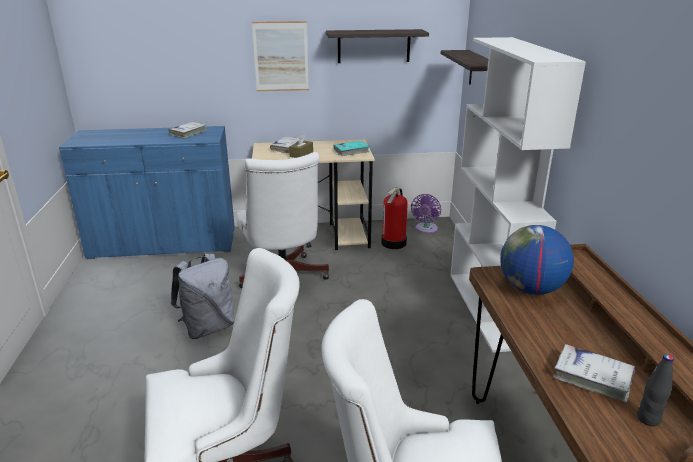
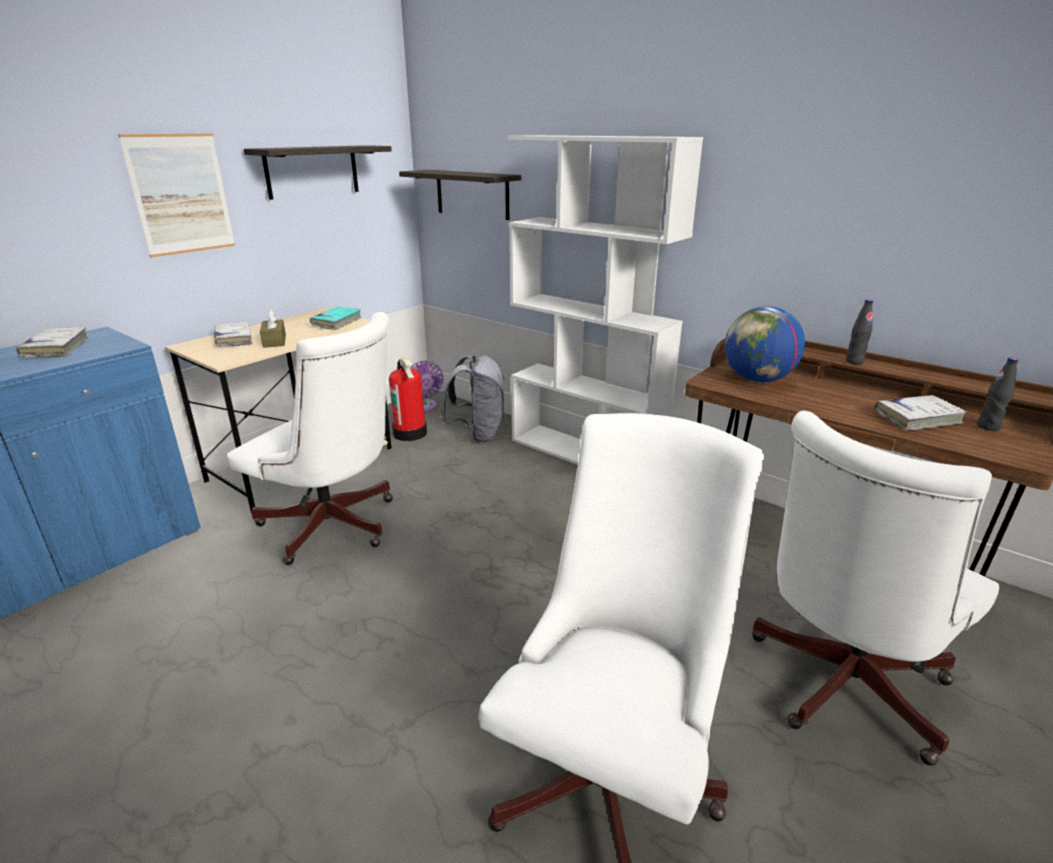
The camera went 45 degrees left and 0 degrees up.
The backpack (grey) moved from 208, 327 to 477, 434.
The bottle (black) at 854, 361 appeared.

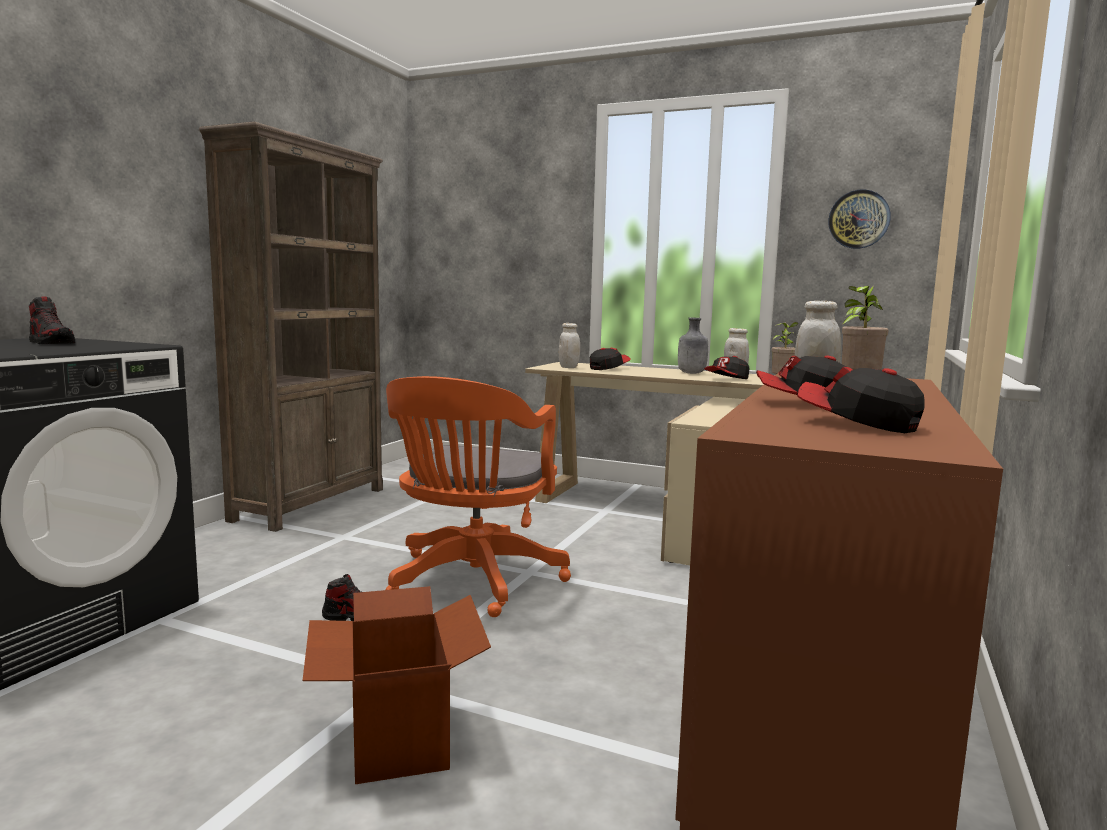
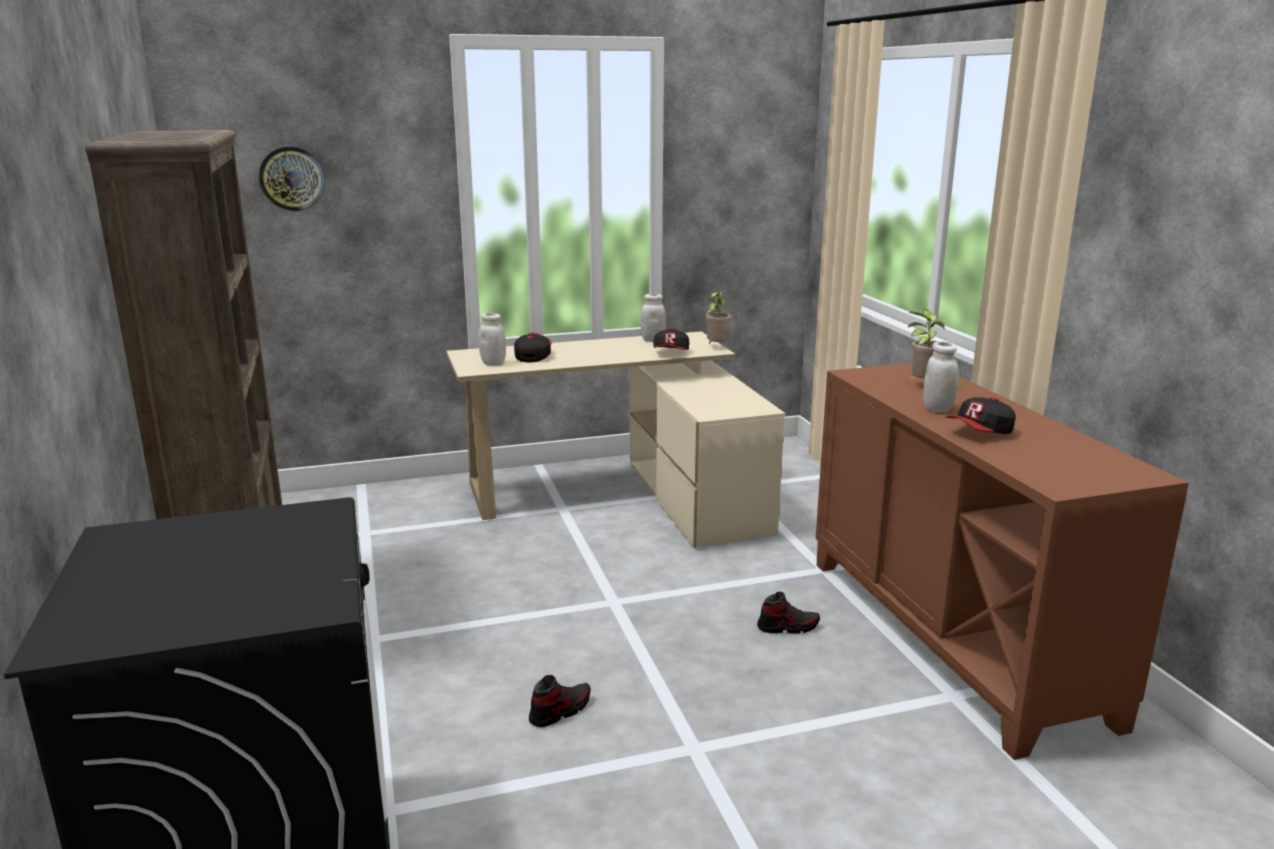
The camera went 40 degrees left and 10 degrees up.
The shoe moved from 51, 343 to 788, 627.
The cardboard box at 396, 739 disappeared.
The office chair (orange) at 472, 582 disappeared.
The bottle (grey) at 691, 373 disappeared.
The cap at 857, 424 disappeared.
The wall clock moved from 859, 219 to 292, 178.

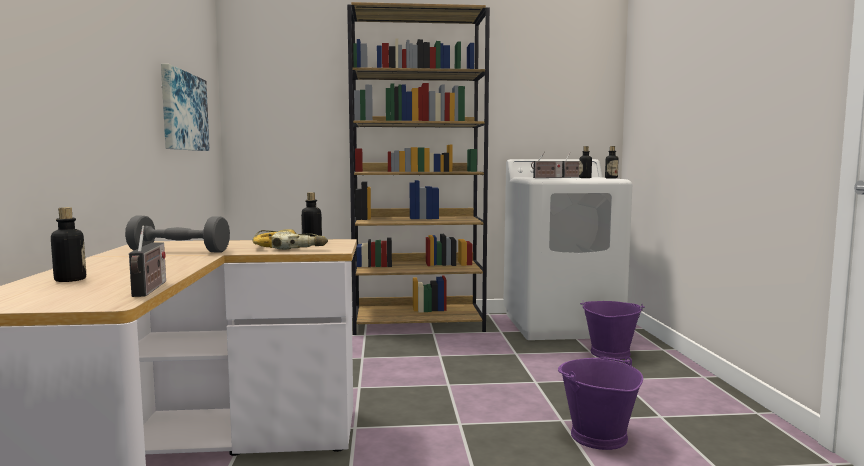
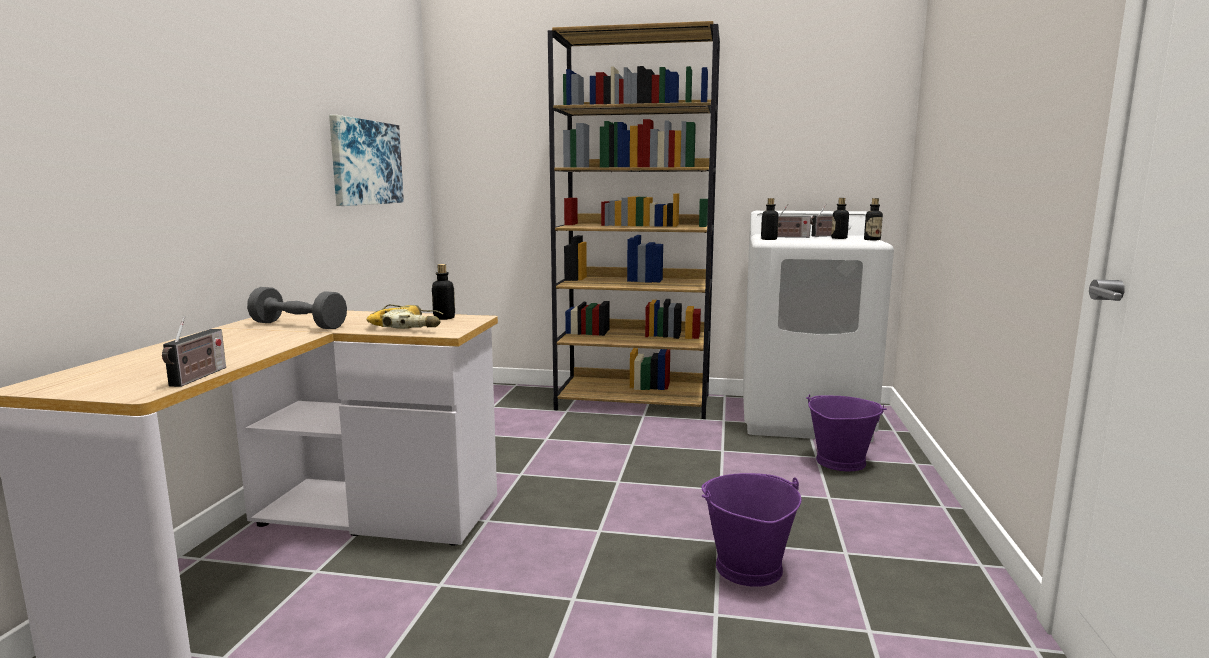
The camera went 15 degrees right and 5 degrees up.
The bottle moved from 70, 279 to 769, 239.

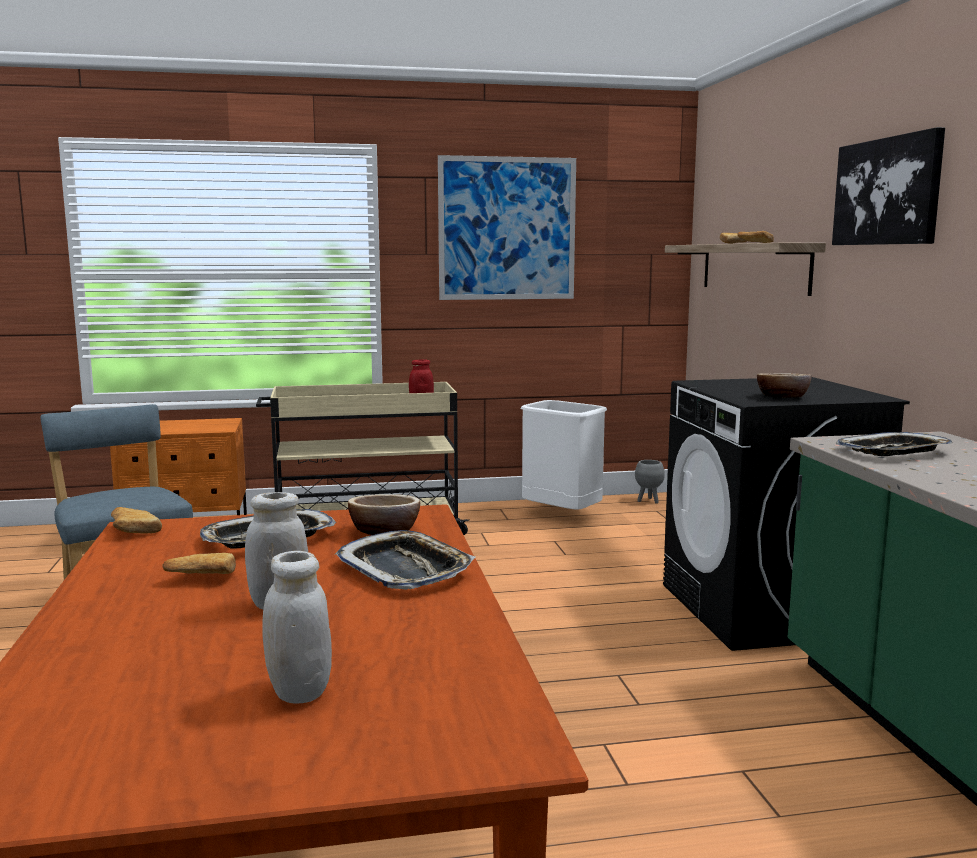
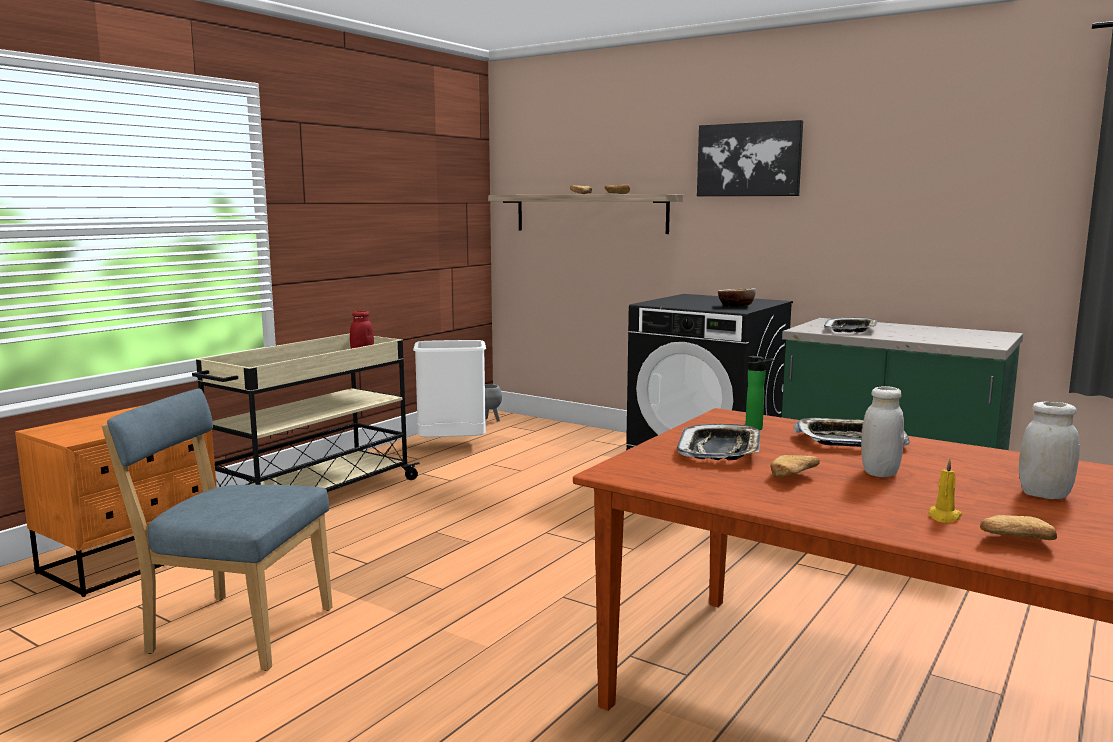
The camera went 45 degrees left and 0 degrees up.
The bread moved from 132, 530 to 1012, 541.
The bowl at 384, 531 was replaced by the bottle at 757, 428.
The picture at 507, 229 disappeared.
The candle (yellow) at 944, 516 appeared.

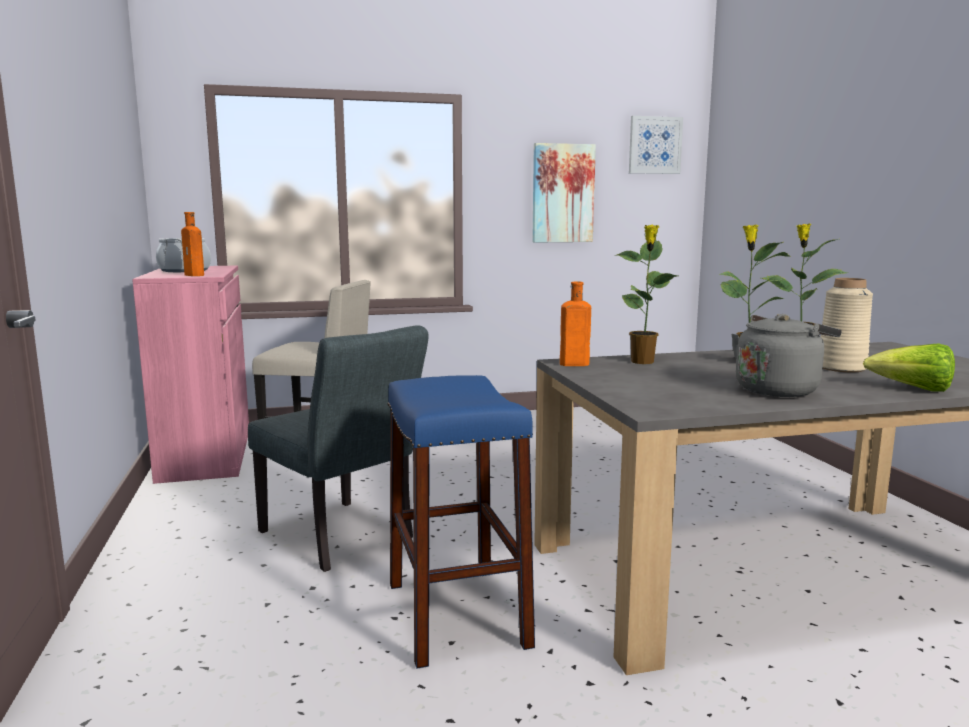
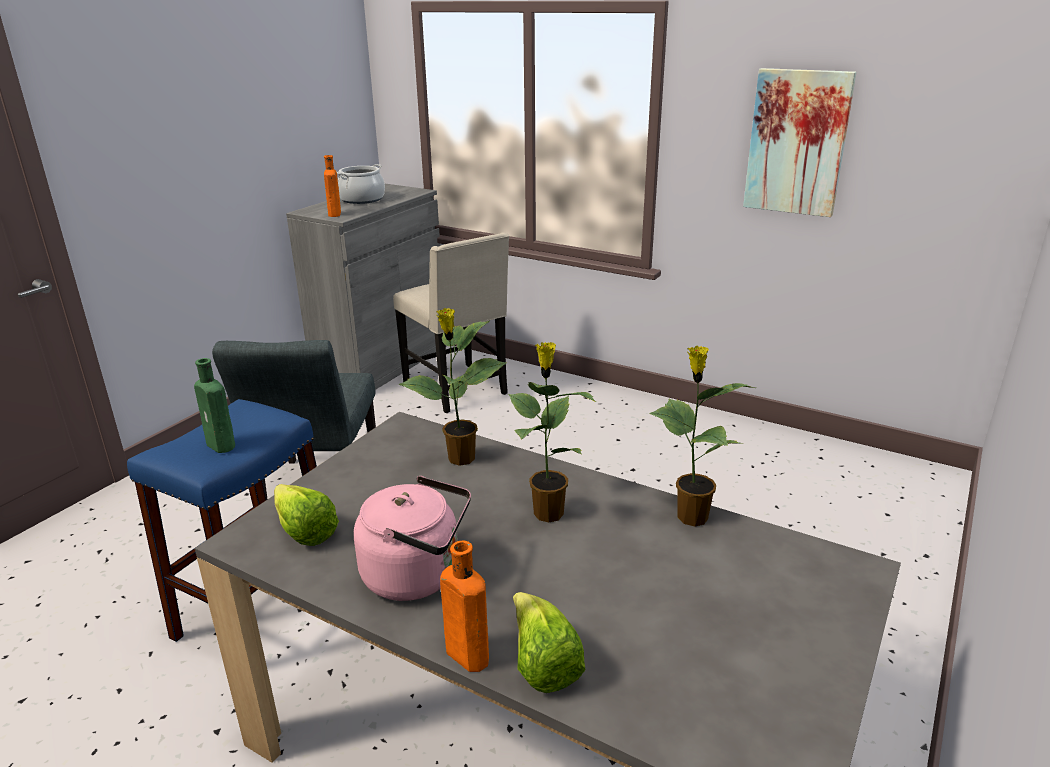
The camera went 45 degrees right and 15 degrees up.
The cabinet (pink) at 206, 454 became the cabinet (grey) at 381, 363.
The bottle (orange) moved from 572, 364 to 465, 654.
The picture at 654, 145 disappeared.
The kettle (grey) at 779, 390 became the kettle (pink) at 418, 575.
The vase (beige) at 841, 367 disappeared.
The bottle (green) at 222, 446 appeared.
The lettuce at 303, 528 appeared.

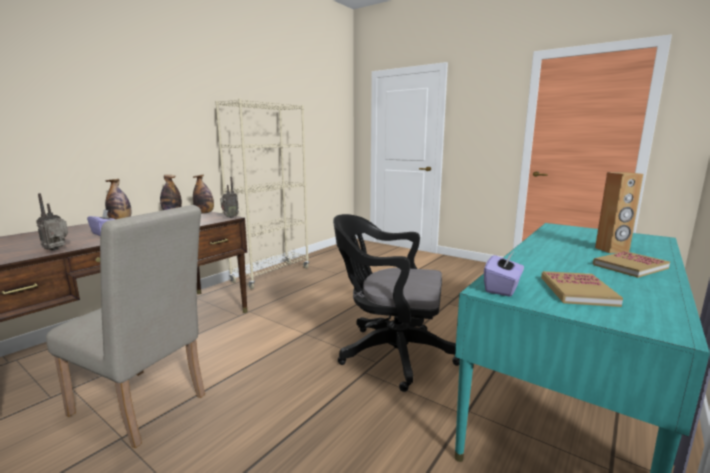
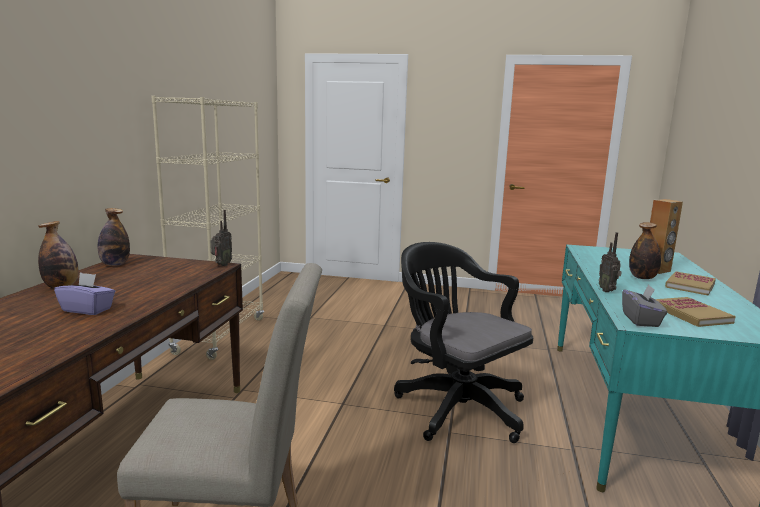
The camera went 25 degrees left and 0 degrees up.
The radio moved from 58, 249 to 607, 291.
The bottle moved from 204, 213 to 642, 277.
The office chair (black) at 390, 353 turned 60 degrees clockwise.
The tissue box (purple) at 502, 288 became the tissue box (grey) at 641, 320.

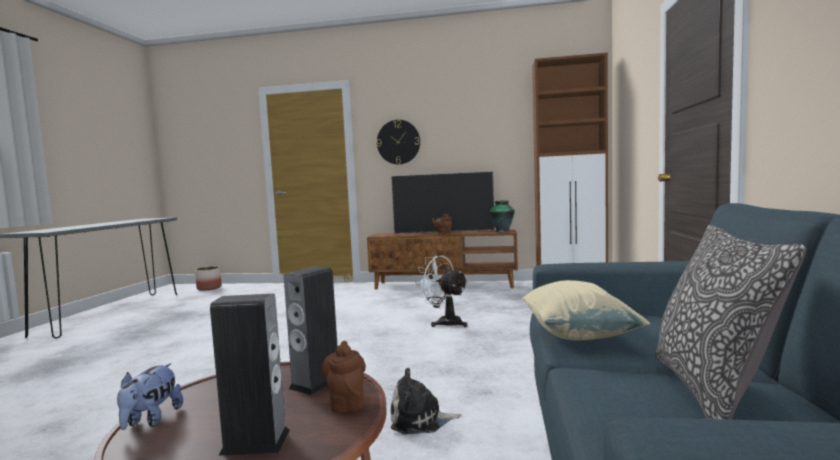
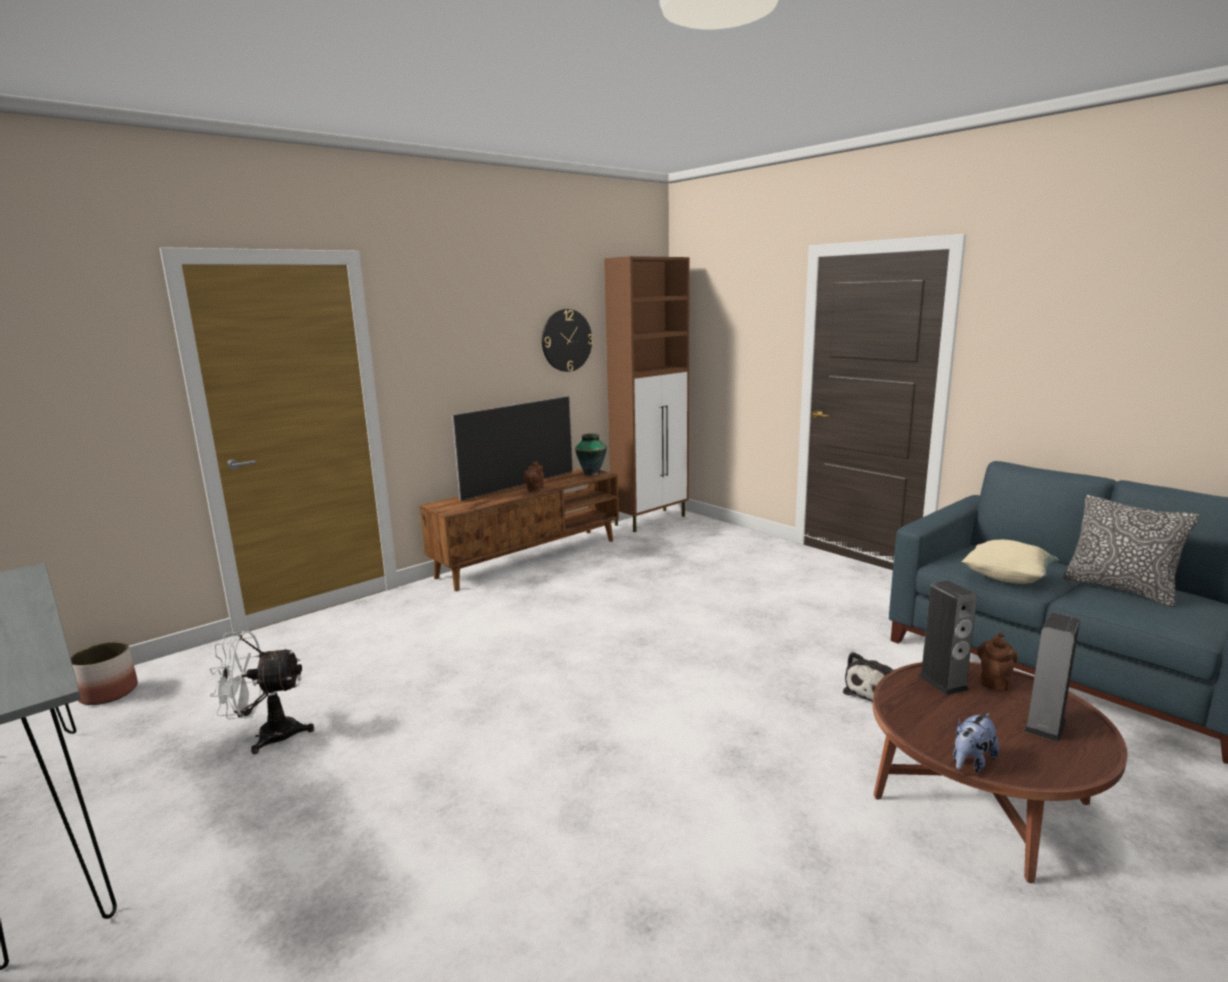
The camera went 50 degrees left and 10 degrees up.
The plush toy at 151, 420 turned 90 degrees clockwise.
The teapot (brown) at 346, 402 turned 90 degrees clockwise.
The wall clock moved from 398, 142 to 566, 340.
The fan (white) moved from 444, 322 to 267, 735.

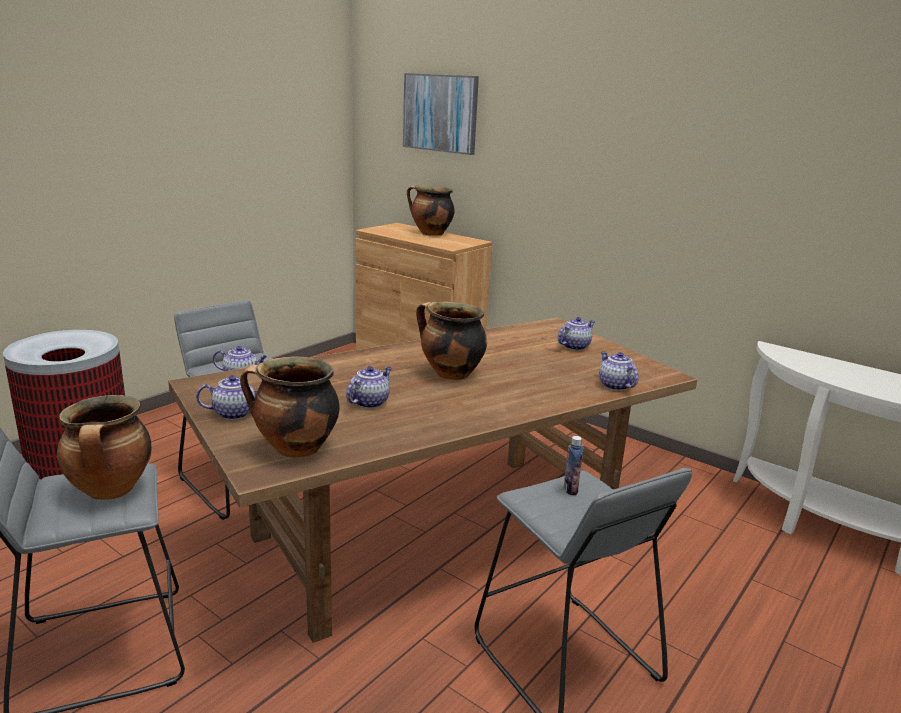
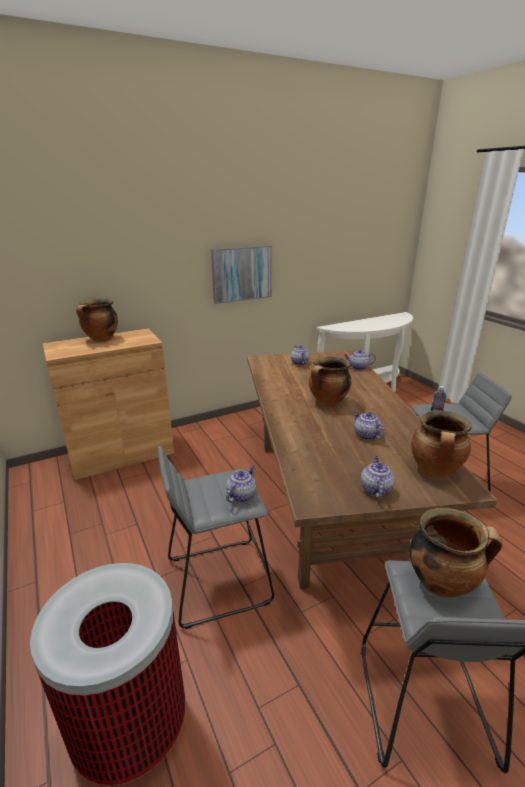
The camera went 65 degrees left and 5 degrees up.
The picture moved from 440, 113 to 241, 274.

